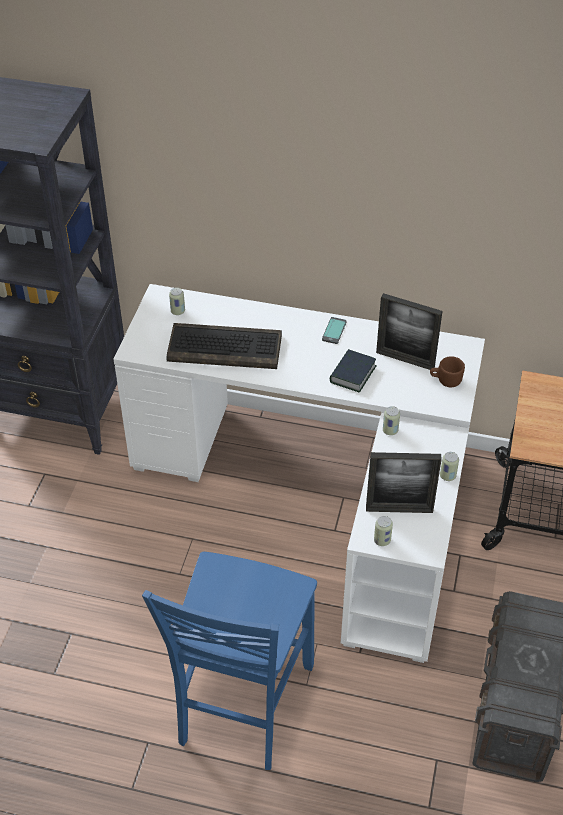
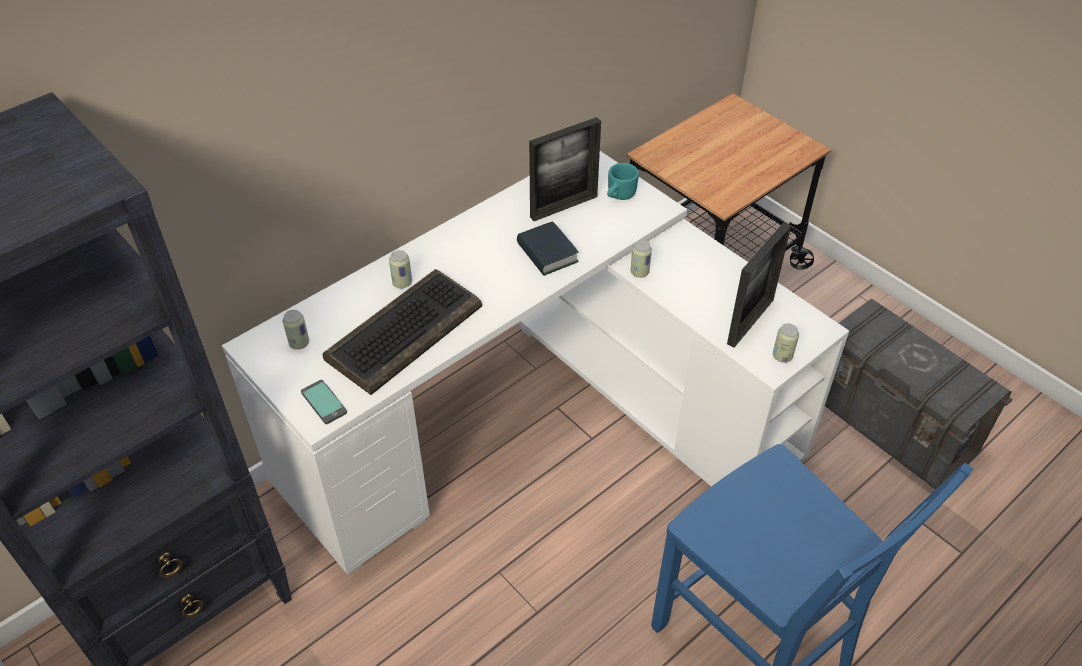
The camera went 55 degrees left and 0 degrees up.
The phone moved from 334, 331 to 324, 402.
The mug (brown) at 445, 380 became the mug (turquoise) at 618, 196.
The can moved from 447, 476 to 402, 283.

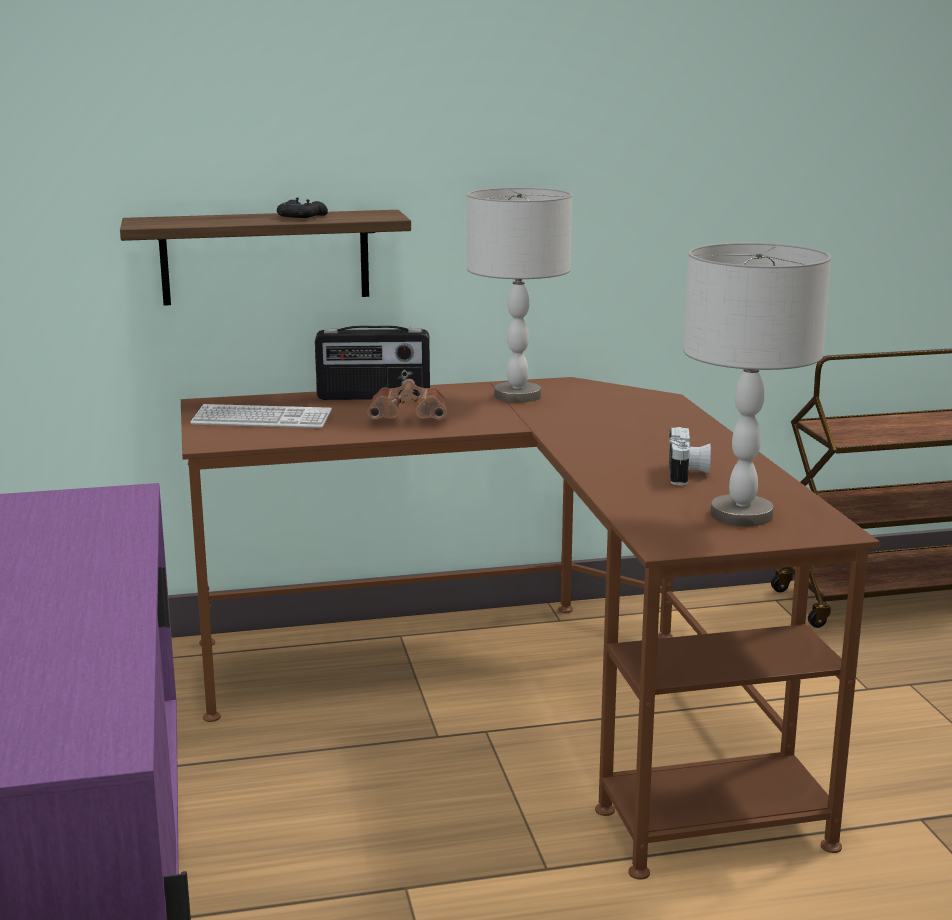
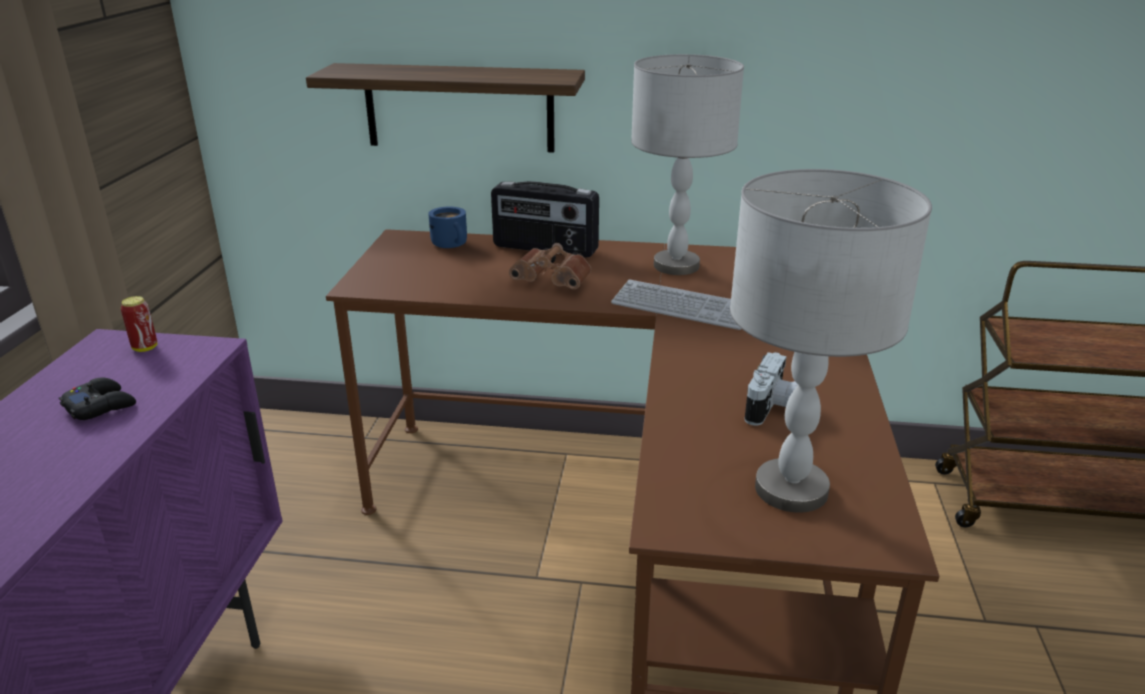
The camera went 20 degrees right and 10 degrees up.
The keyboard moved from 262, 419 to 682, 307.
The game controller (black) moved from 302, 216 to 100, 406.
The can at 145, 348 appeared.
The mug (blue) at 452, 244 appeared.

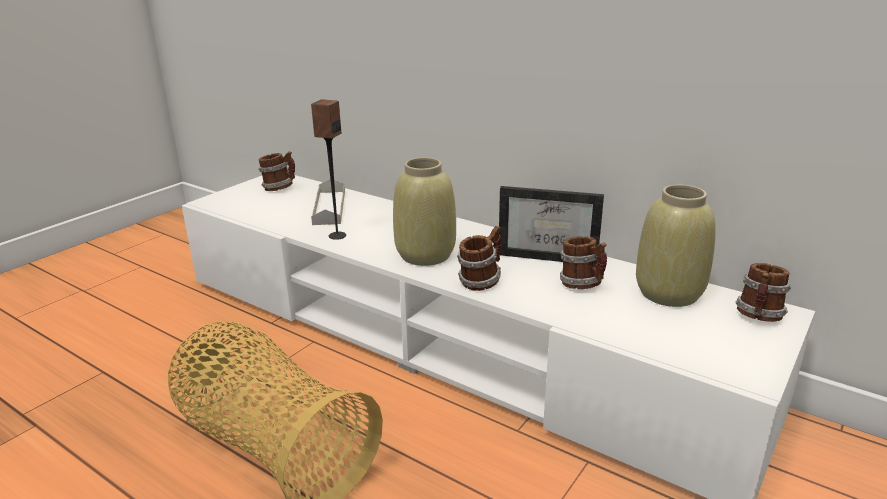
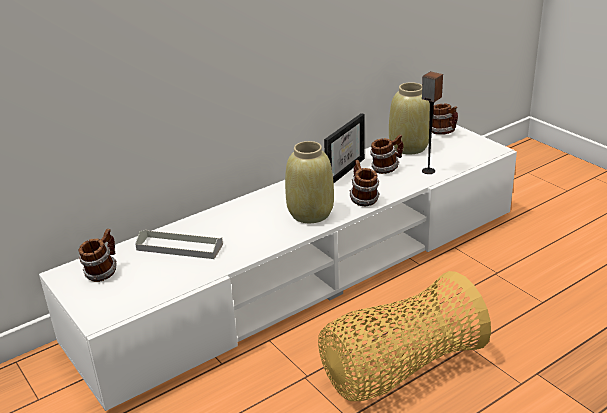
The camera went 70 degrees left and 5 degrees up.
The speaker moved from 337, 235 to 428, 171.

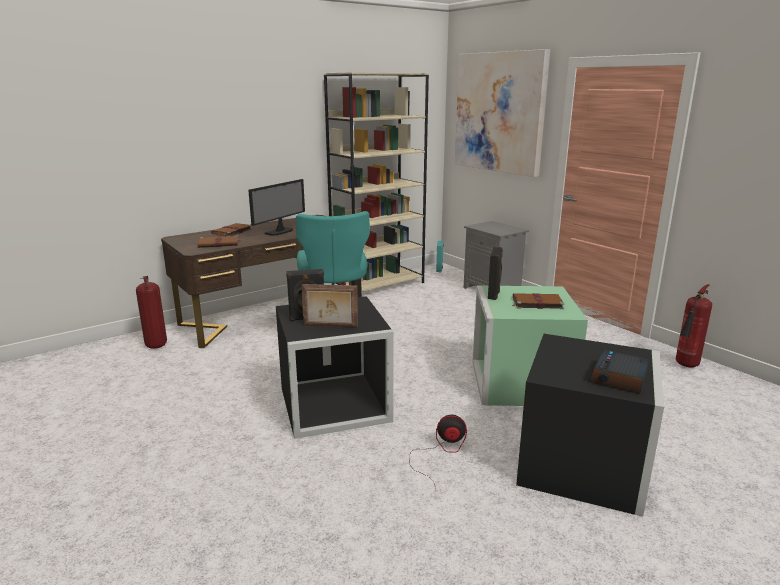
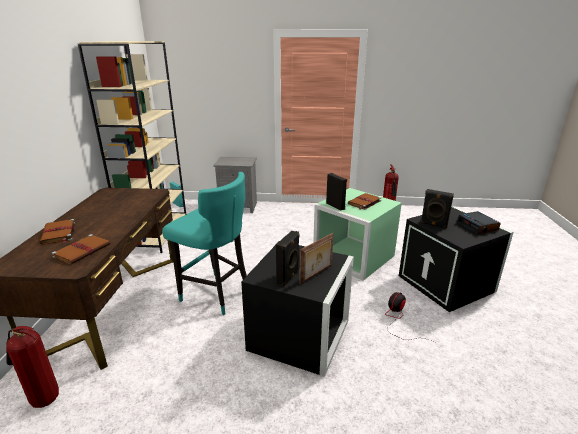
The camera went 50 degrees left and 5 degrees up.
The monitor at 280, 232 disappeared.
The picture at 500, 112 disappeared.
The speaker (black) at 433, 225 appeared.

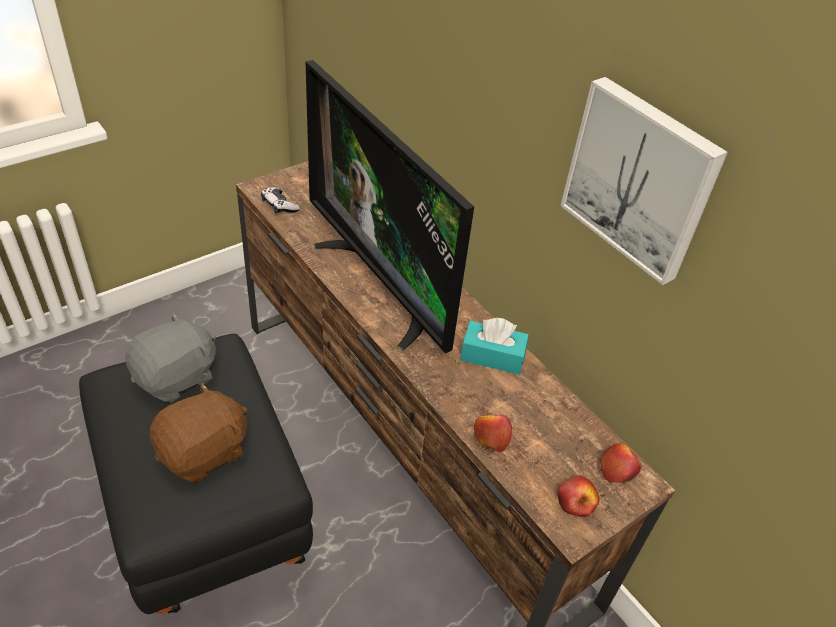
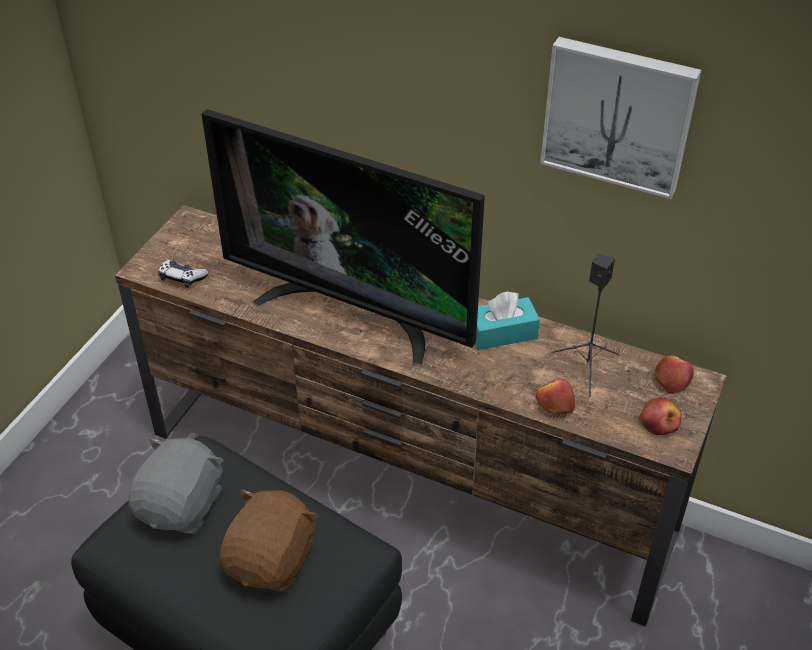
The camera went 25 degrees left and 0 degrees up.
The speaker (black) at 587, 366 appeared.

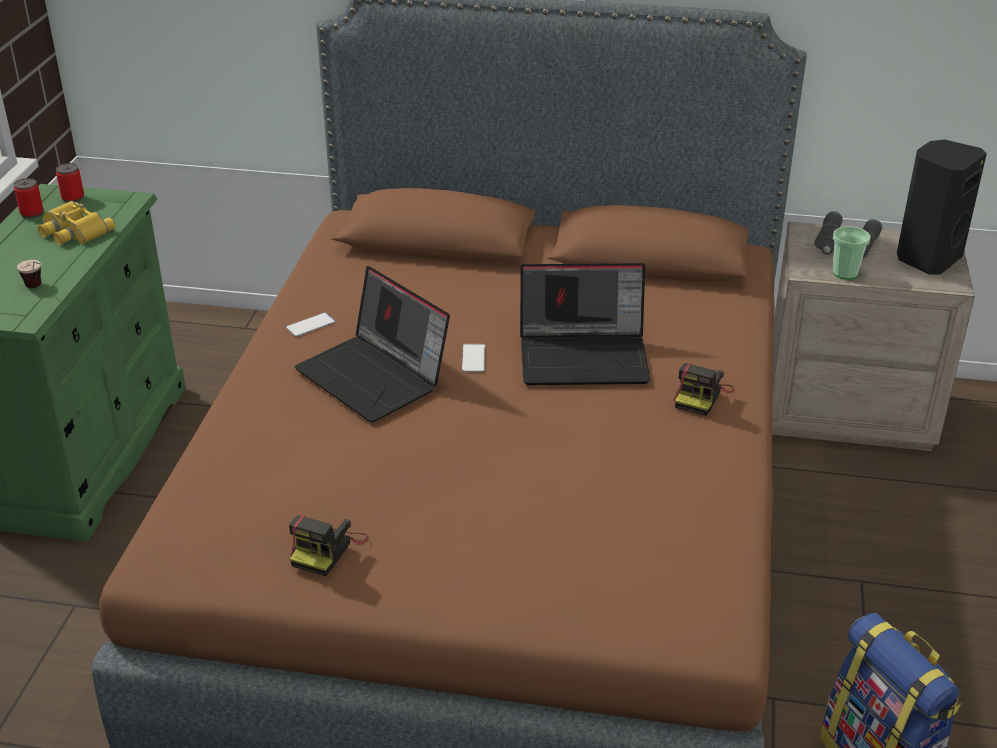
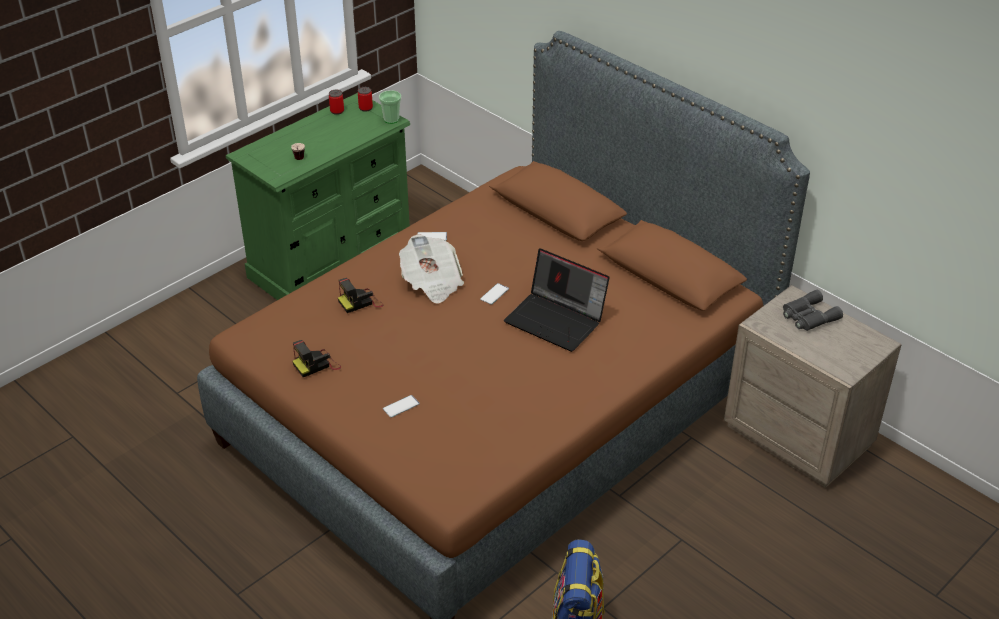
The camera went 35 degrees right and 5 degrees up.
The binoculars (yellow) at 73, 231 disappeared.
The laptop at 375, 377 was replaced by the newspaper at 432, 282.
The photo camera moved from 701, 396 to 360, 302.
The cup moved from 845, 273 to 391, 119.
The speaker (black) at 926, 258 disappeared.
The phone at 401, 406 appeared.

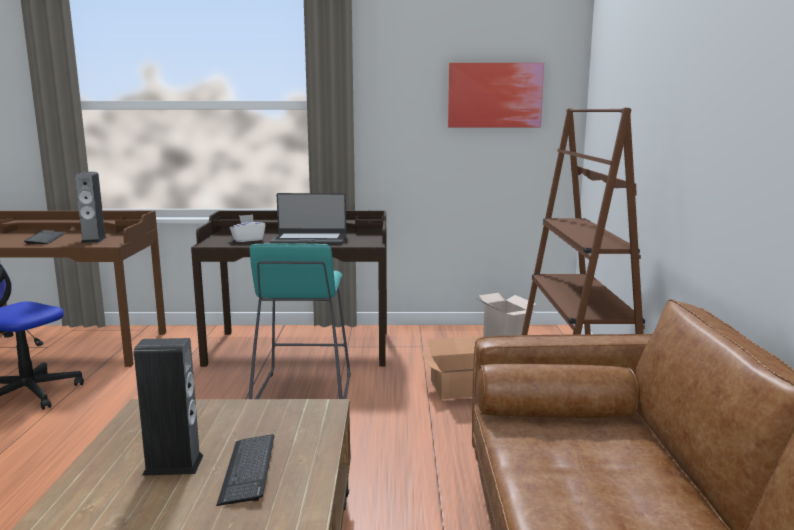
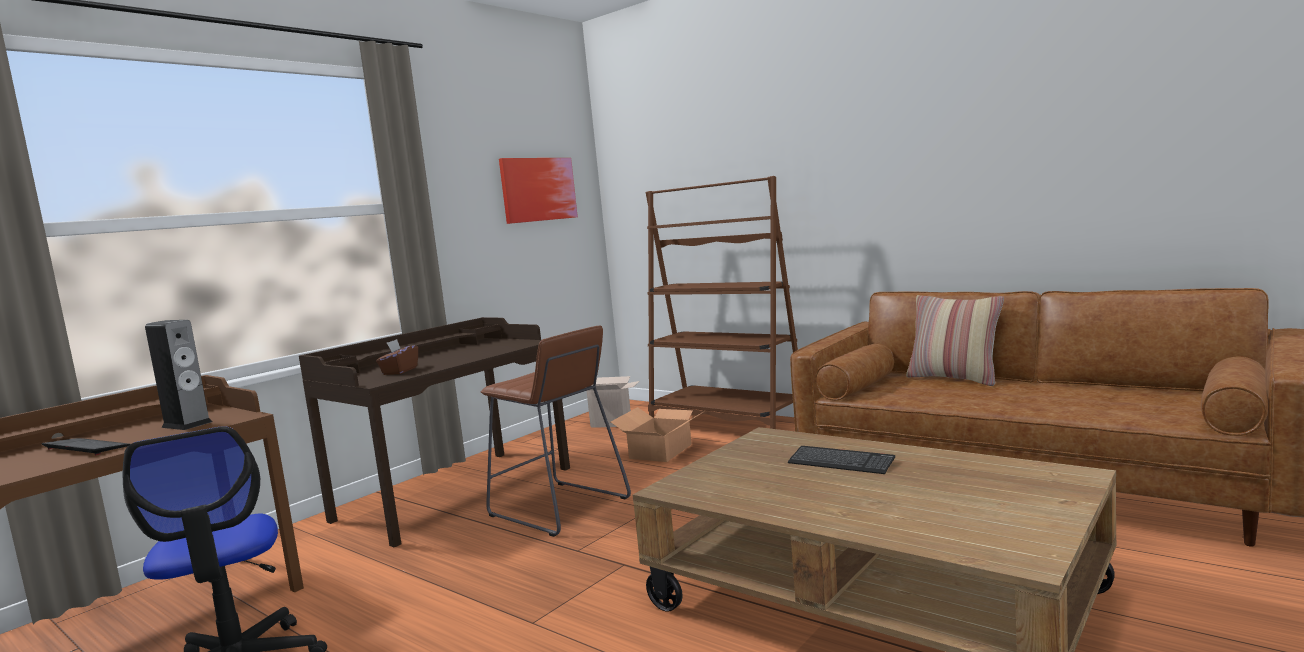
The camera went 50 degrees left and 5 degrees down.
The speaker at 173, 465 disappeared.
The tissue box (white) at 248, 240 became the tissue box (brown) at 399, 371.
The stool (turquoise) at 303, 392 became the stool (brown) at 559, 507.
The laptop at 309, 239 disappeared.
The pillow at 954, 378 appeared.

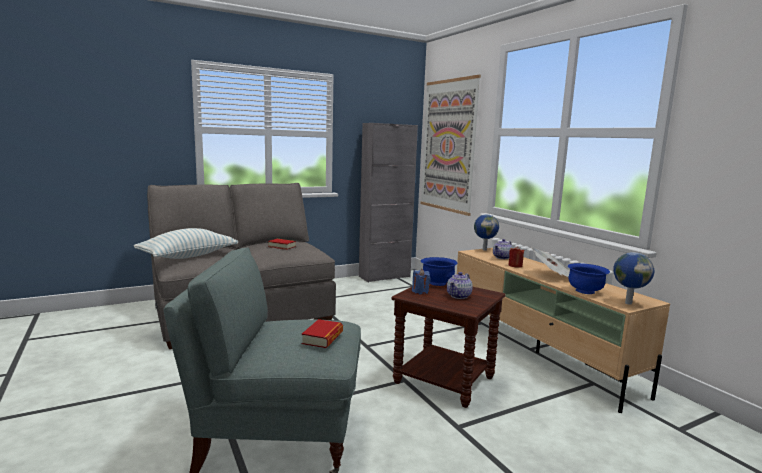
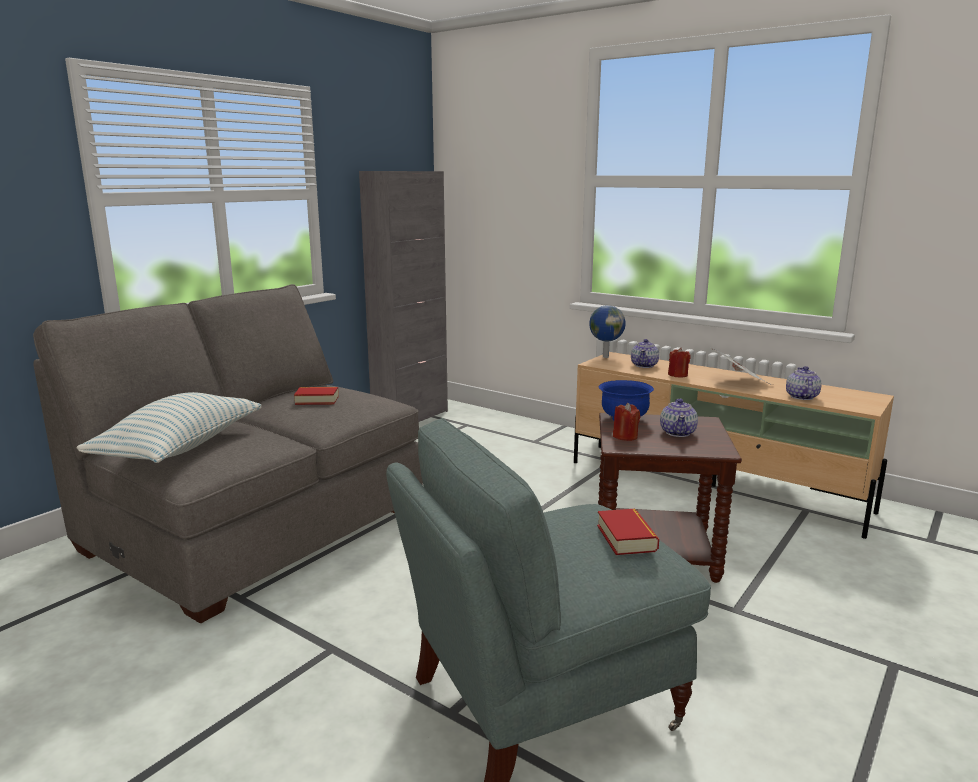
The camera went 25 degrees left and 5 degrees up.
The candle (blue) at 420, 291 became the candle (red) at 625, 436.
The picture at 448, 146 disappeared.
The bowl (blue) at 585, 291 was replaced by the teapot at 801, 397.
The globe at 628, 303 disappeared.

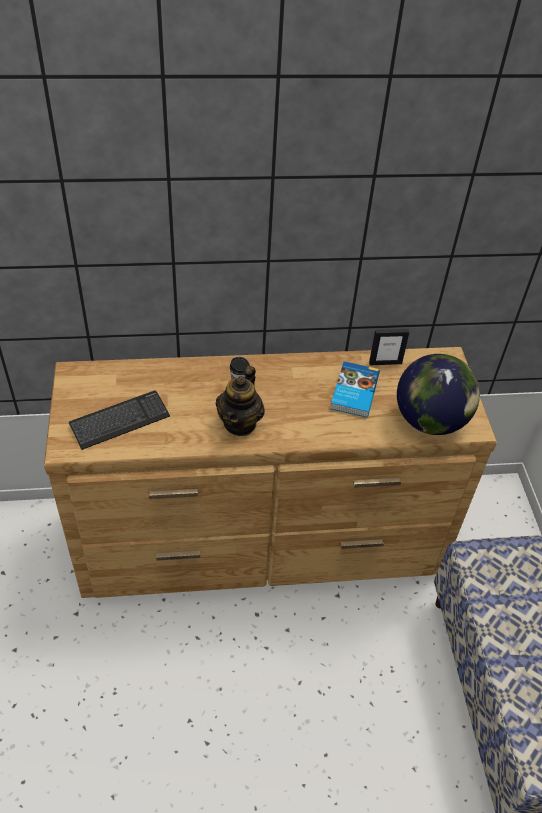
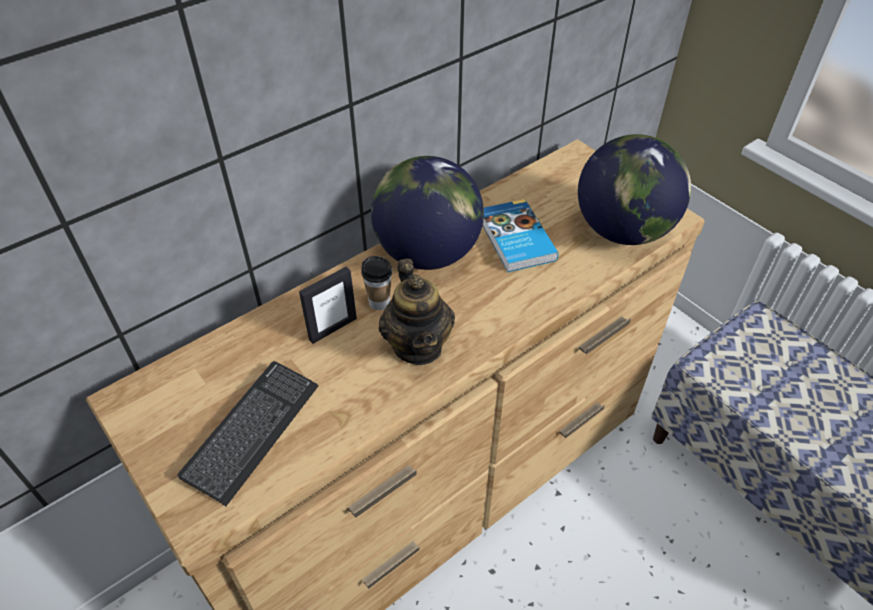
The camera went 30 degrees left and 0 degrees up.
The picture frame moved from 385, 363 to 332, 328.
The globe at 427, 254 appeared.

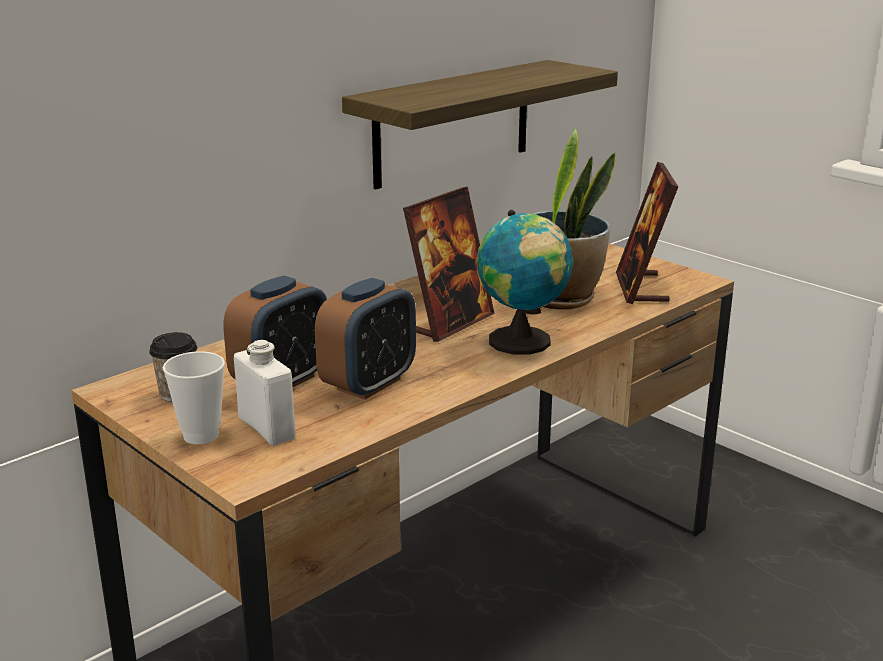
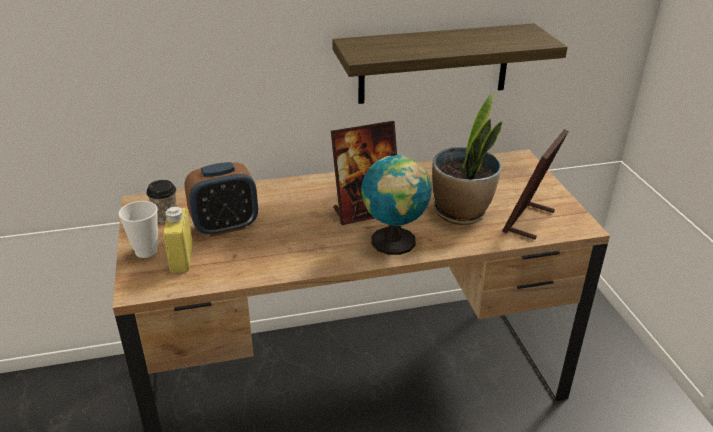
The camera went 30 degrees right and 10 degrees up.
The bottle (white) at 266, 429 became the bottle (yellow) at 181, 259.
The alarm clock at 369, 384 disappeared.

